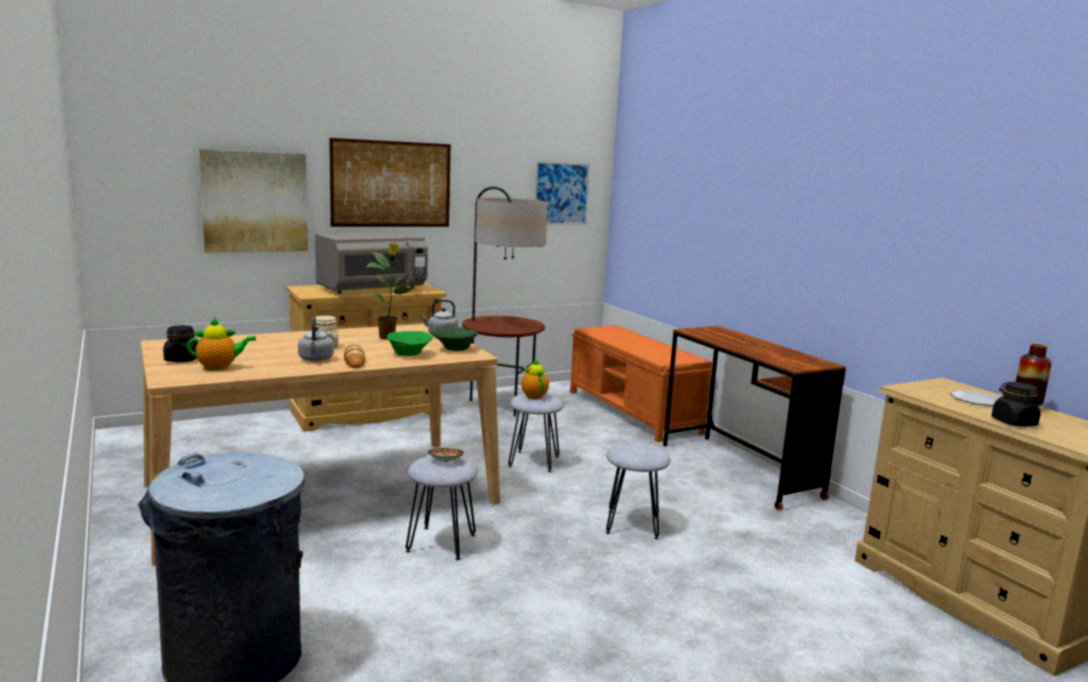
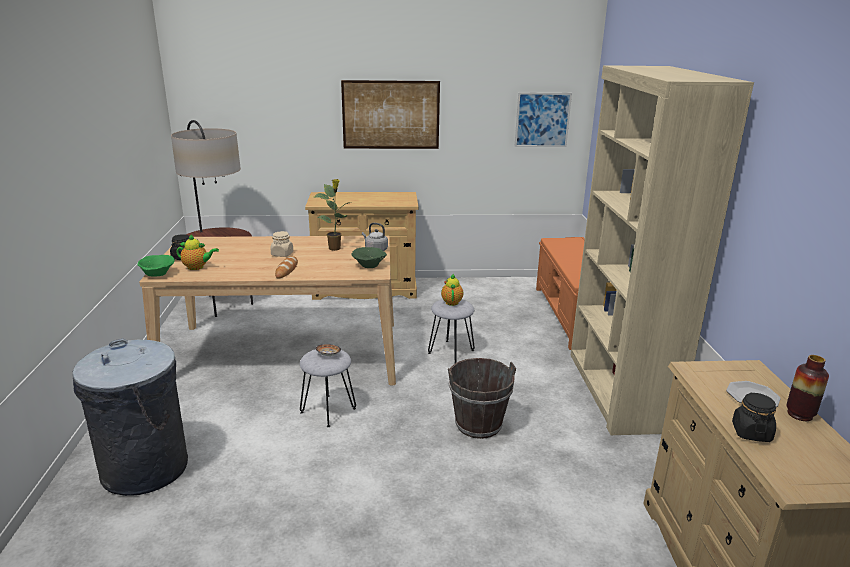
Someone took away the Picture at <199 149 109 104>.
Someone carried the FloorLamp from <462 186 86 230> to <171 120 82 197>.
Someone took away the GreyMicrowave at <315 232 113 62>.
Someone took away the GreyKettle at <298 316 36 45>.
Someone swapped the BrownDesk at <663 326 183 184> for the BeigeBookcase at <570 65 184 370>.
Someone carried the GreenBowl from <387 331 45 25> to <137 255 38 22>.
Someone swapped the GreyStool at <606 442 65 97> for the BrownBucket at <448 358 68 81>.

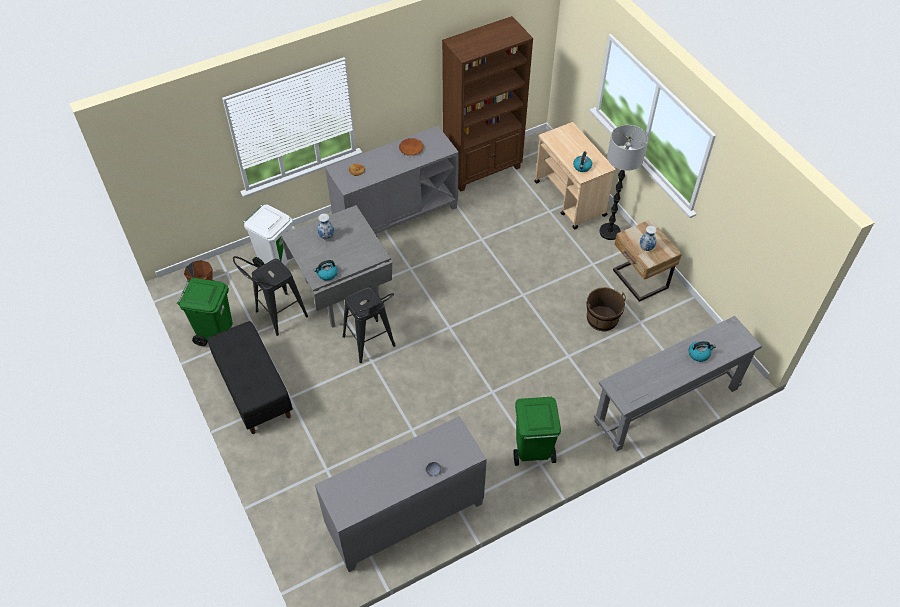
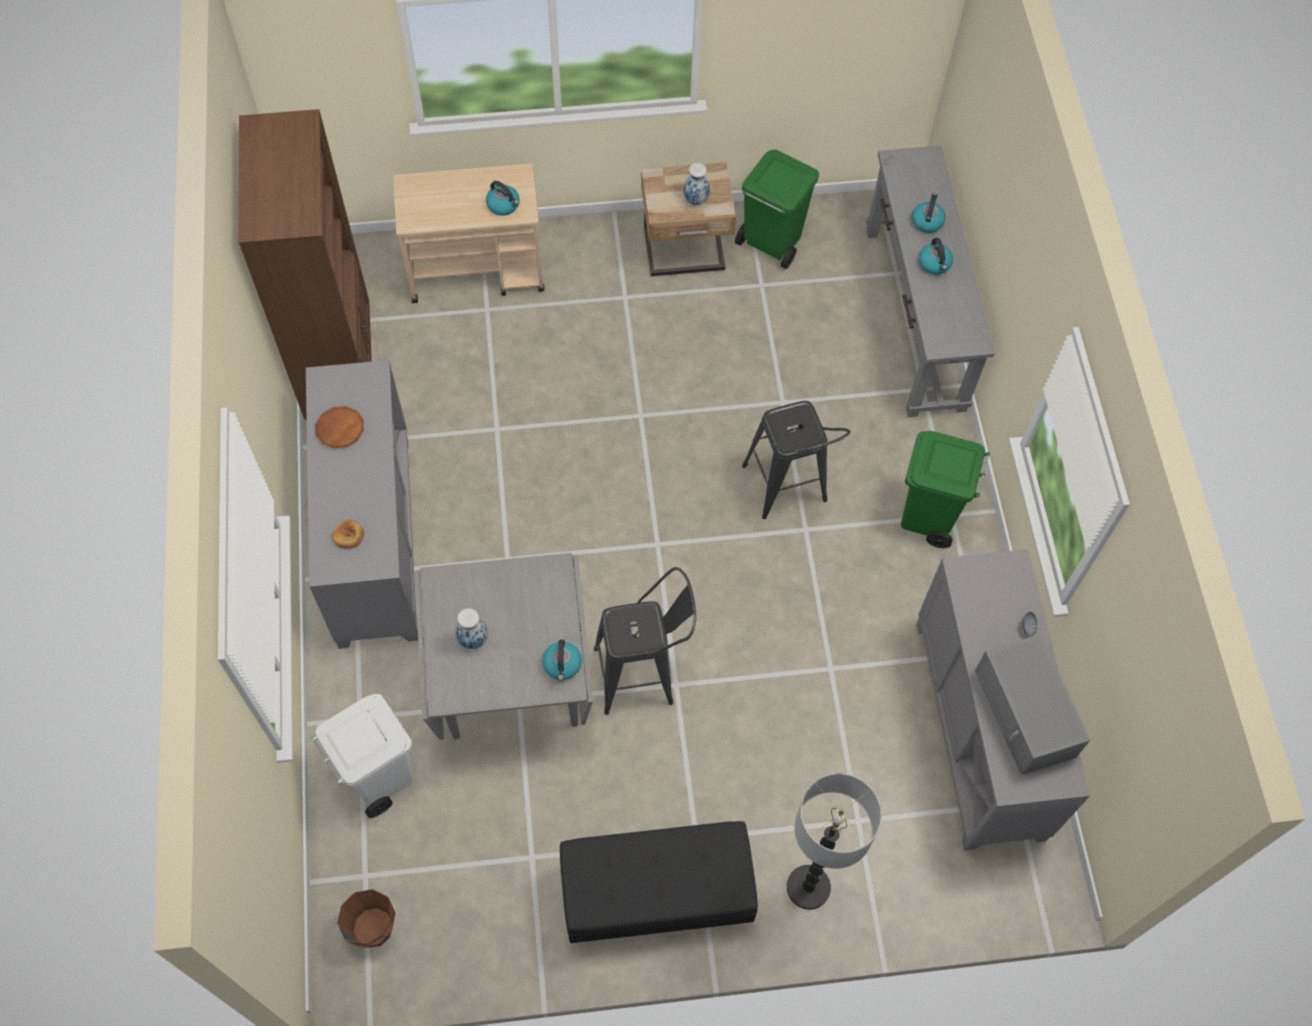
Someone carried the FloorLamp from <599 125 49 115> to <787 773 95 137>.
Someone carried the BlackStool from <233 256 75 80> to <742 401 108 118>.
Someone carried the GreenTrashCan from <177 278 56 68> to <735 150 84 119>.
Someone took away the BrownBucket at <587 287 39 44>.
Someone put down the Kettle at <919 238 34 37>.
Someone put down the GreyMicrowave at <975 634 115 141>.

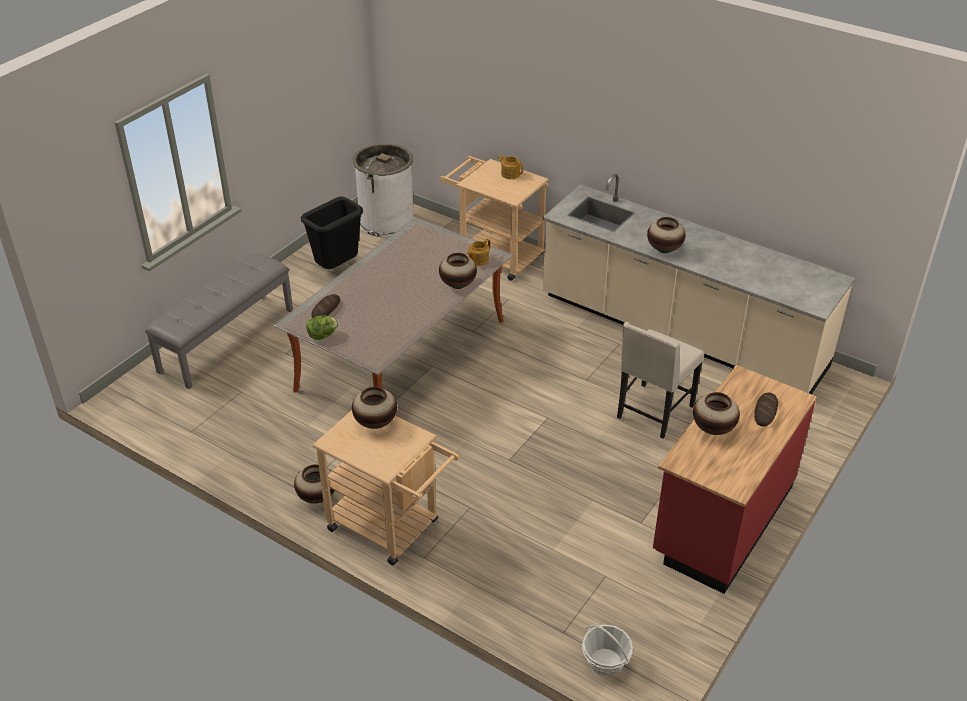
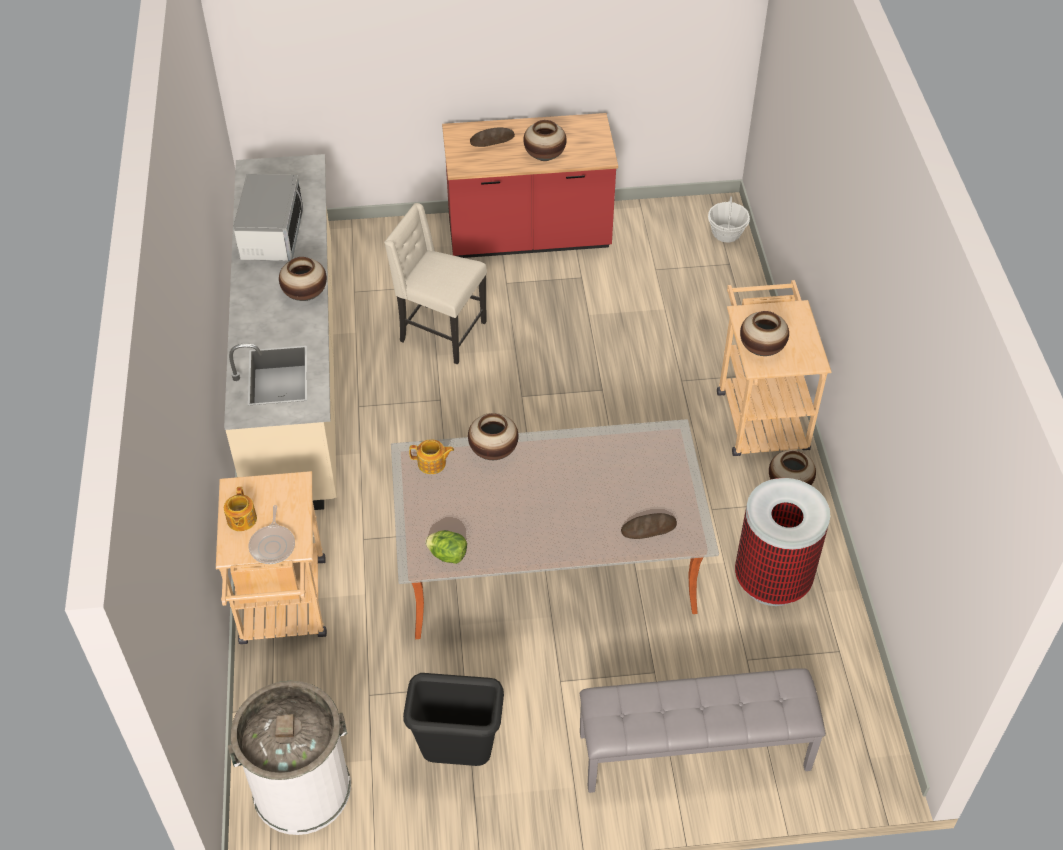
Someone carried the Lettuce from <306 315 32 25> to <425 530 42 34>.
Someone rotated the BeigeChair at <617 322 87 116> by 150 degrees counterclockwise.
Someone put down the Microwave at <233 174 70 87>.
Someone put down the TrashCan at <735 478 95 128>.
Someone put down the FryingPan at <249 505 46 59>.

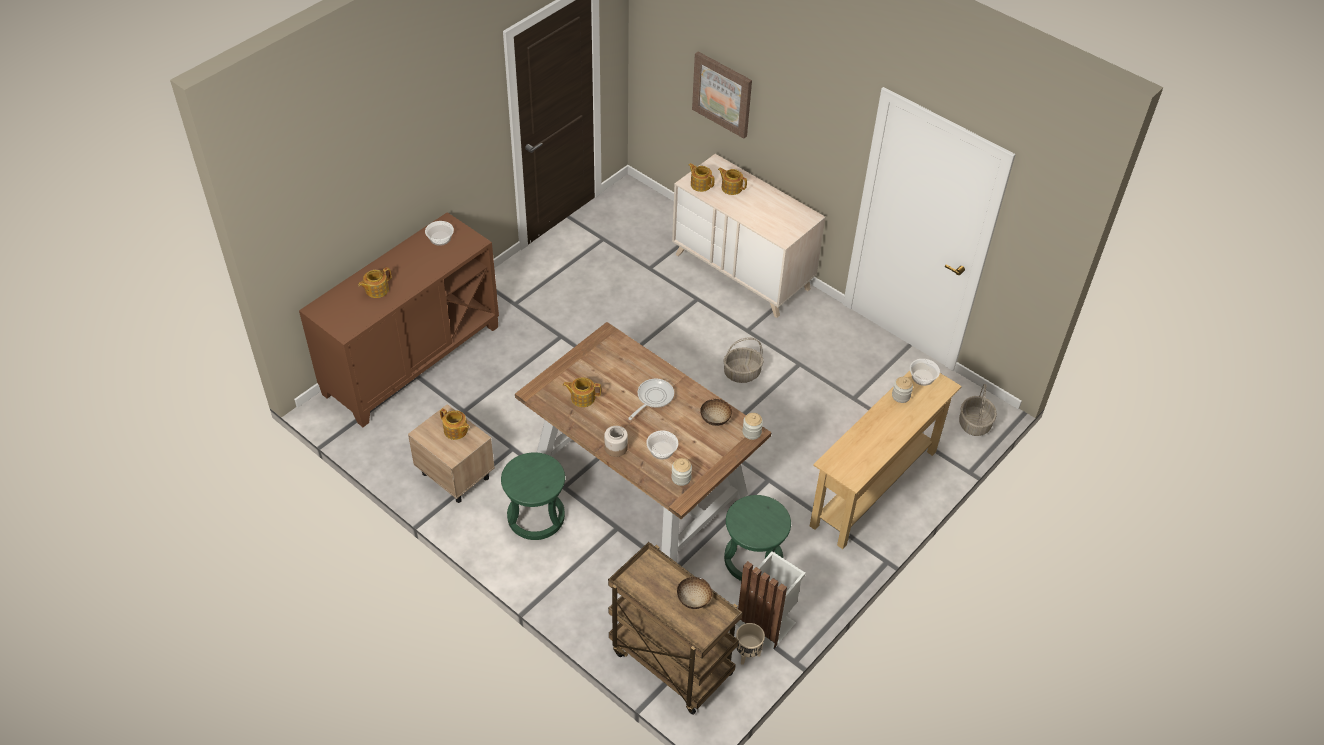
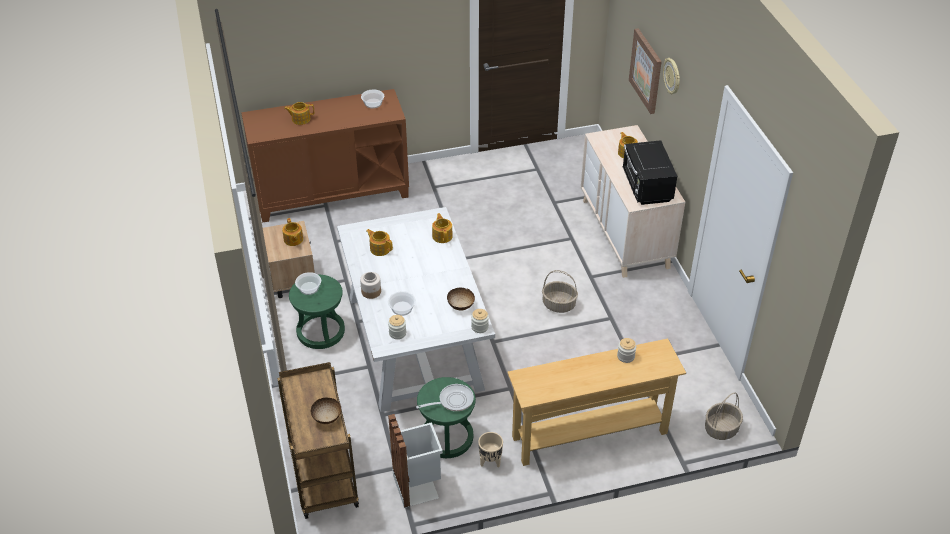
Someone carried the Teapot from <689 163 26 29> to <432 213 21 30>.
Someone repainted the BrownDiningTable at <515 322 257 240>, which became the WhiteDiningTable at <337 207 158 205>.
Someone carried the Bowl from <910 359 30 27> to <295 272 26 23>.
Someone carried the FryingPan from <628 379 46 41> to <416 384 58 27>.
Someone carried the BeigePlanter from <736 623 29 42> to <478 432 25 36>.
Someone put up the WallClock at <663 58 17 36>.
Someone put down the BlackMicrowave at <622 140 55 65>.

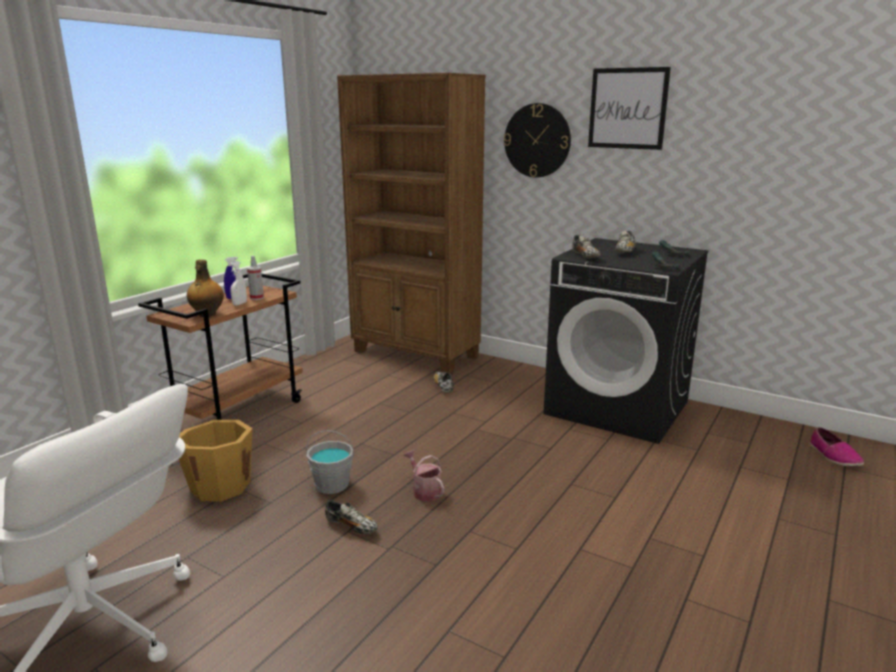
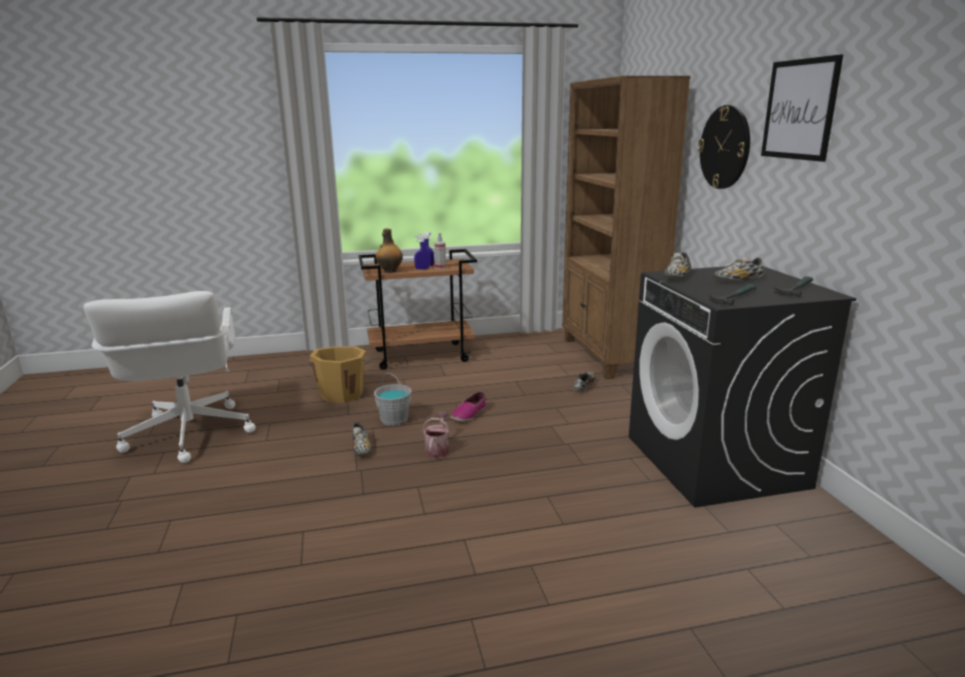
Someone repainted the WhiteSprayBottle at <230 261 17 45>, which became the BlueSprayBottle at <414 235 15 35>.
Someone carried the Shoe from <809 427 55 40> to <450 391 36 31>.

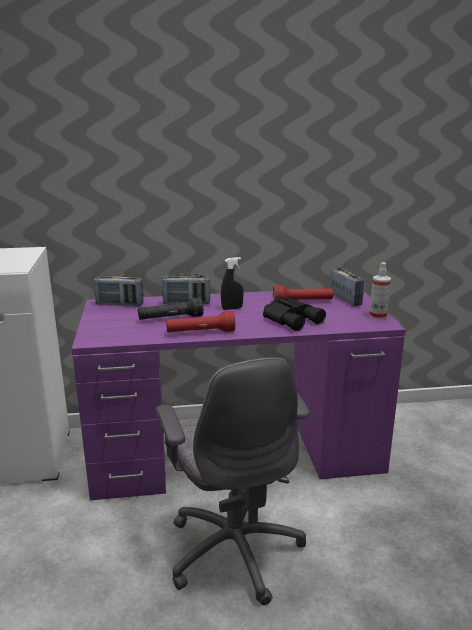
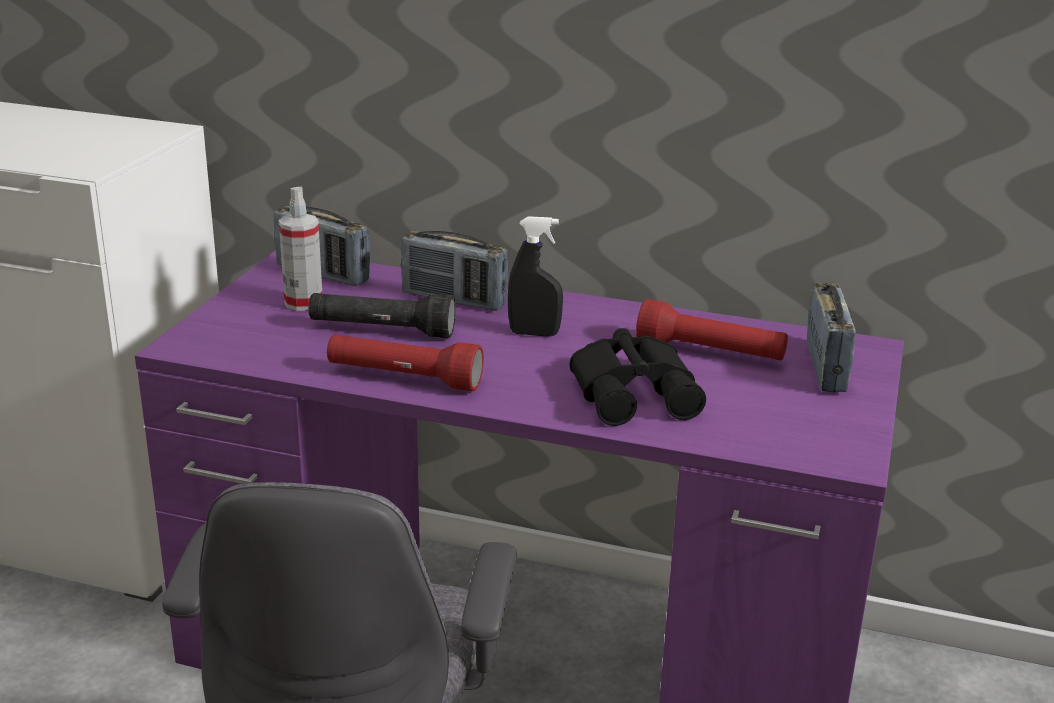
Someone carried the SprayBottle from <369 262 22 58> to <279 187 43 124>.

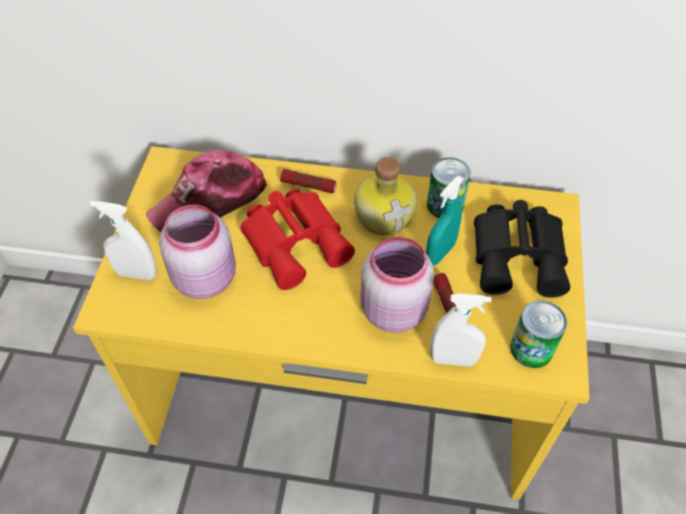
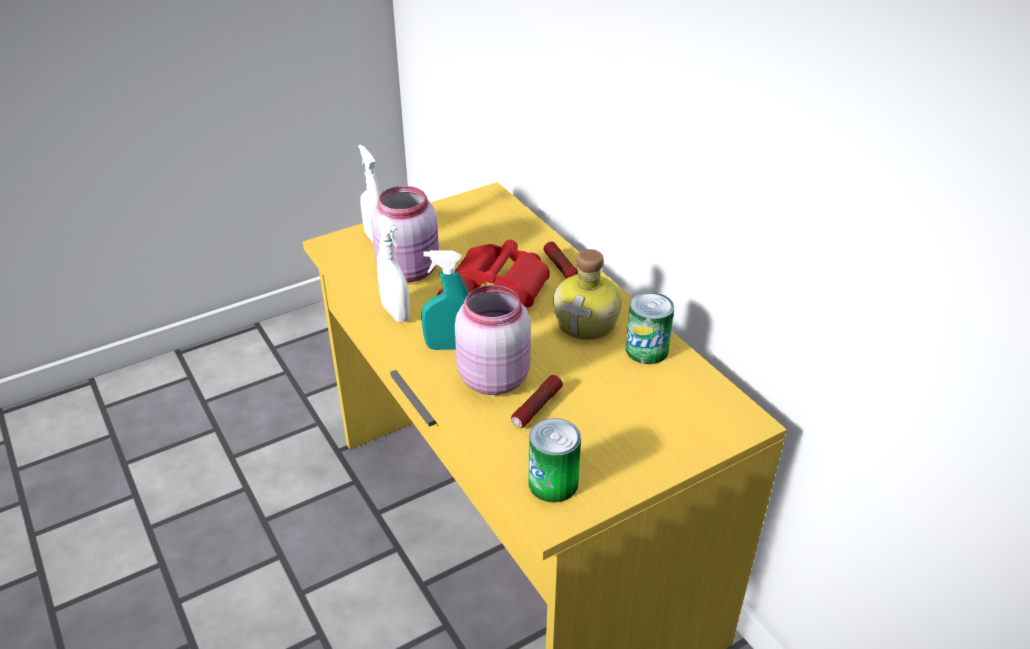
Someone took away the Cap at <146 149 121 83>.
Someone carried the TurquoiseSprayBottle from <426 176 38 89> to <421 250 48 100>.
Someone took away the BlackBinoculars at <474 200 96 98>.
Someone carried the WhiteSprayBottle from <430 293 62 74> to <377 215 33 107>.

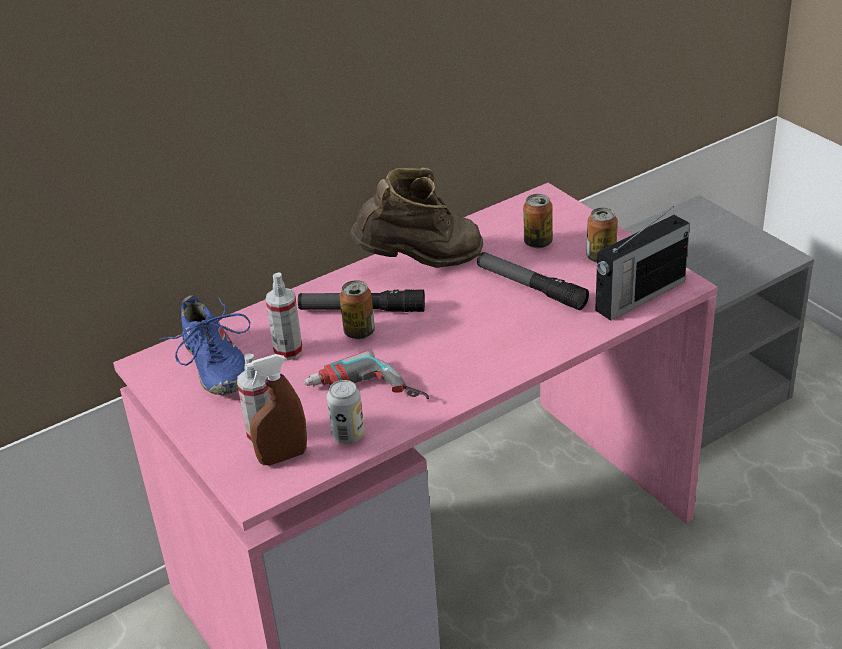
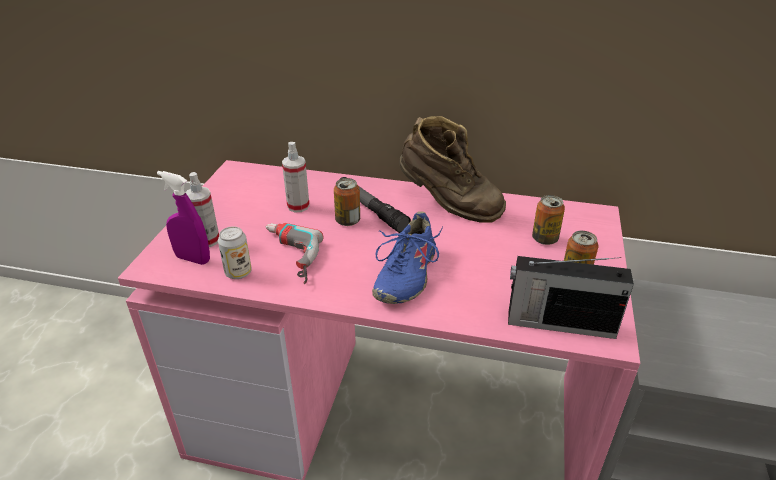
Someone took away the Flashlight at <477 252 112 58>.
Someone carried the BlueShoe from <159 296 91 99> to <372 211 71 93>.
Someone repainted the BrownSprayBottle at <245 354 62 111>, which became the PurpleSprayBottle at <157 171 53 94>.

